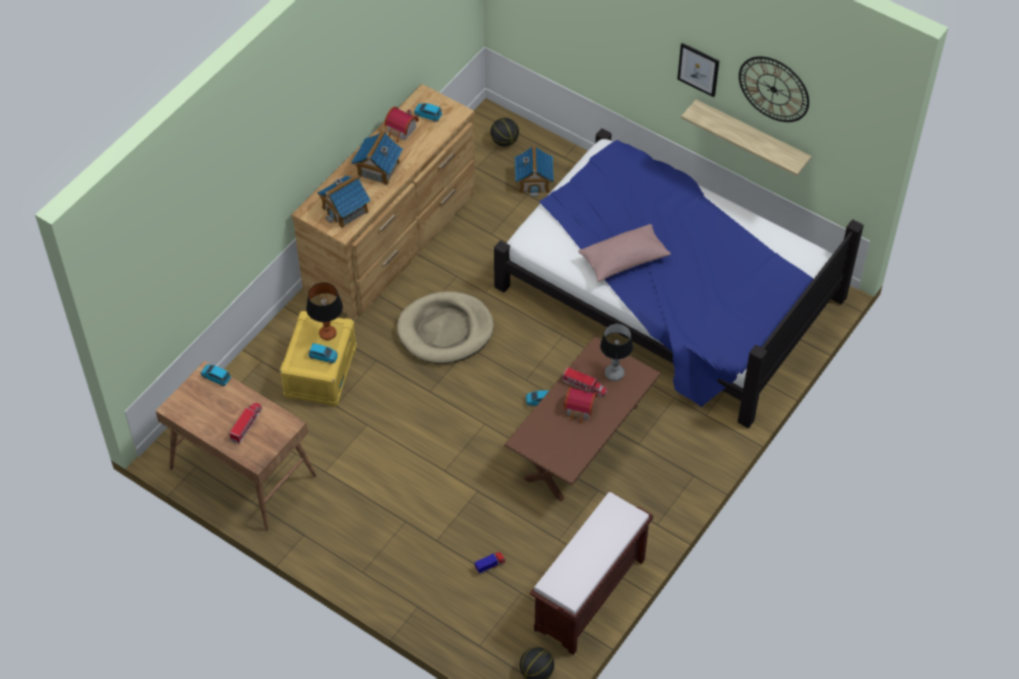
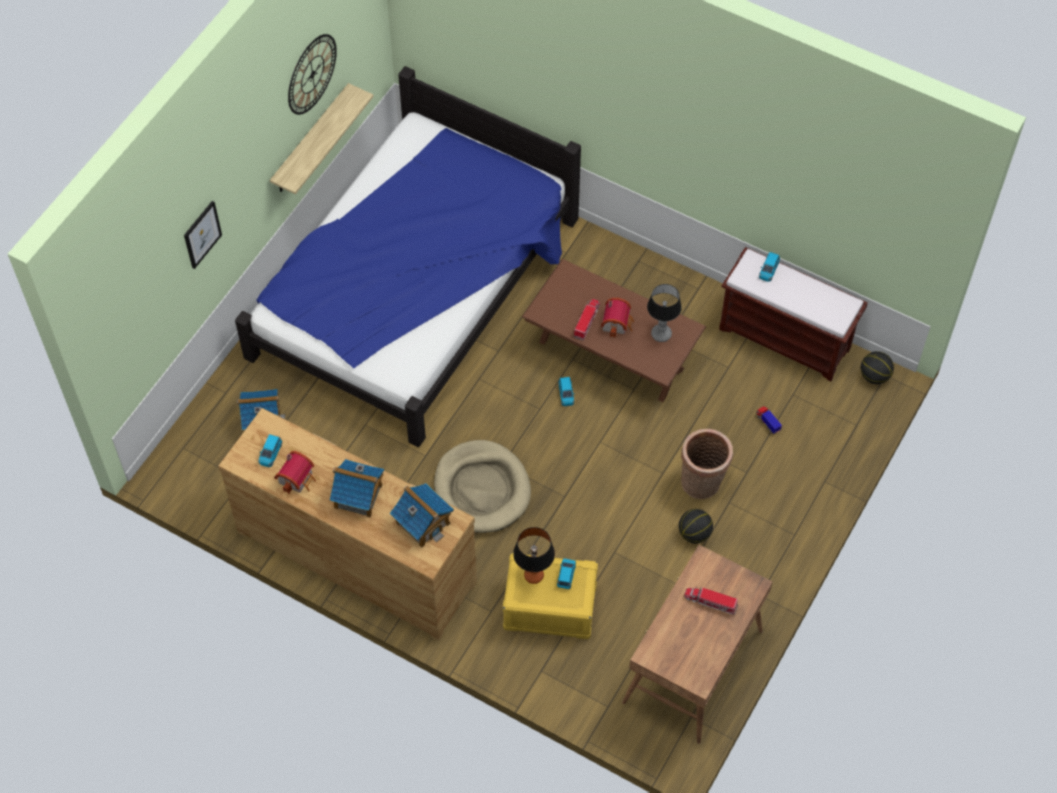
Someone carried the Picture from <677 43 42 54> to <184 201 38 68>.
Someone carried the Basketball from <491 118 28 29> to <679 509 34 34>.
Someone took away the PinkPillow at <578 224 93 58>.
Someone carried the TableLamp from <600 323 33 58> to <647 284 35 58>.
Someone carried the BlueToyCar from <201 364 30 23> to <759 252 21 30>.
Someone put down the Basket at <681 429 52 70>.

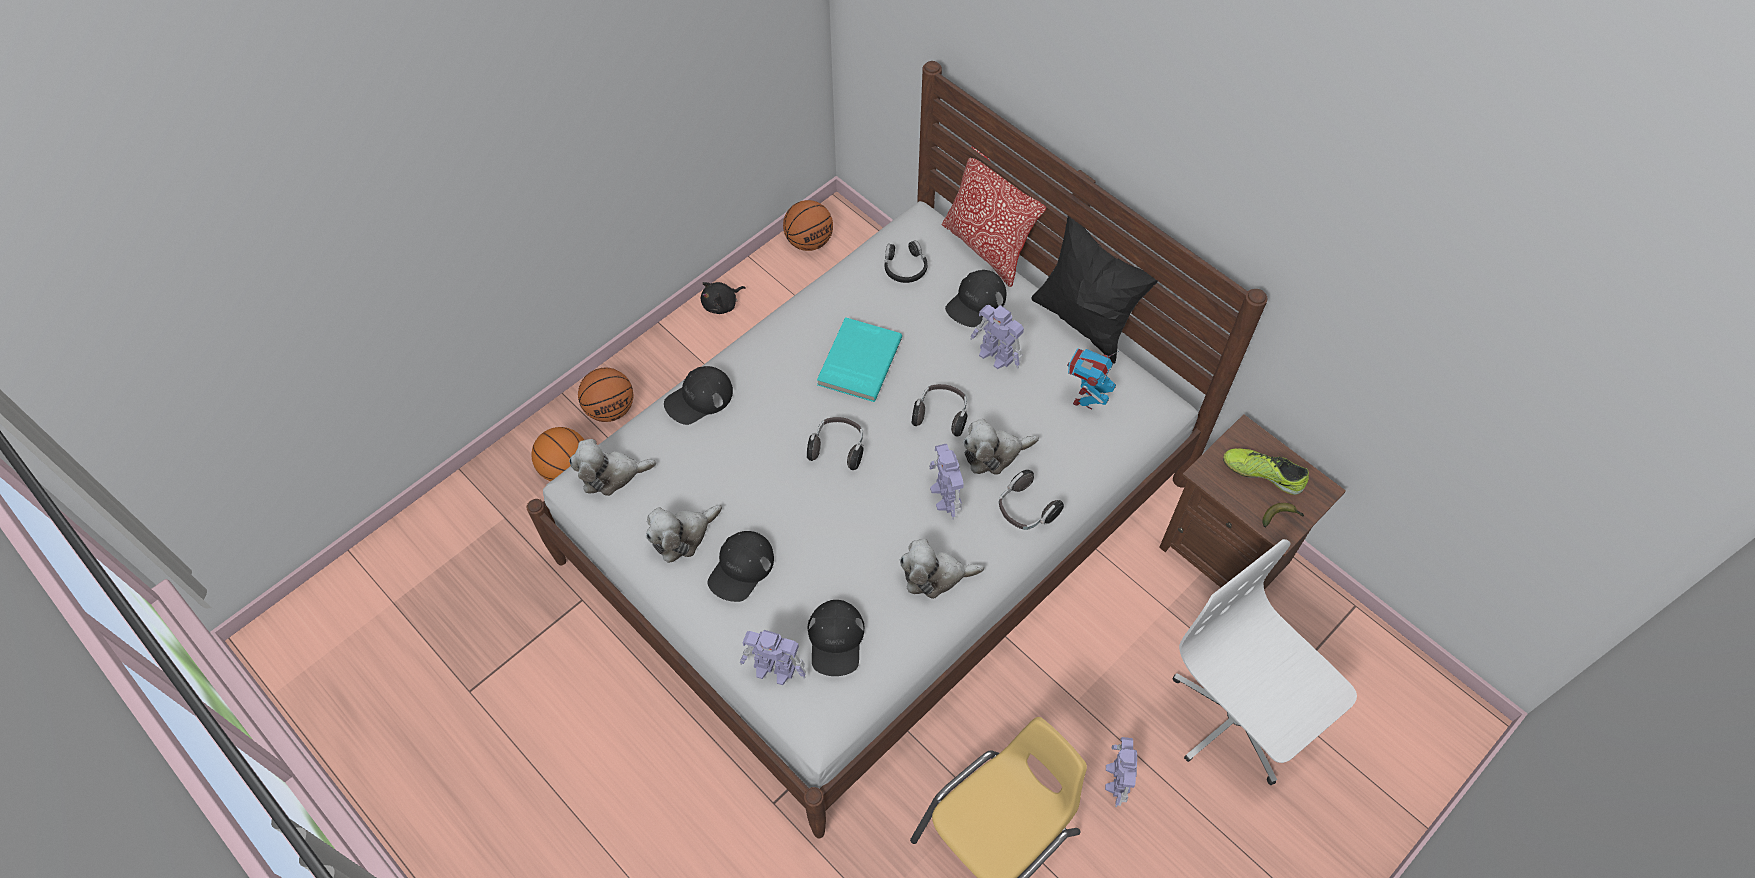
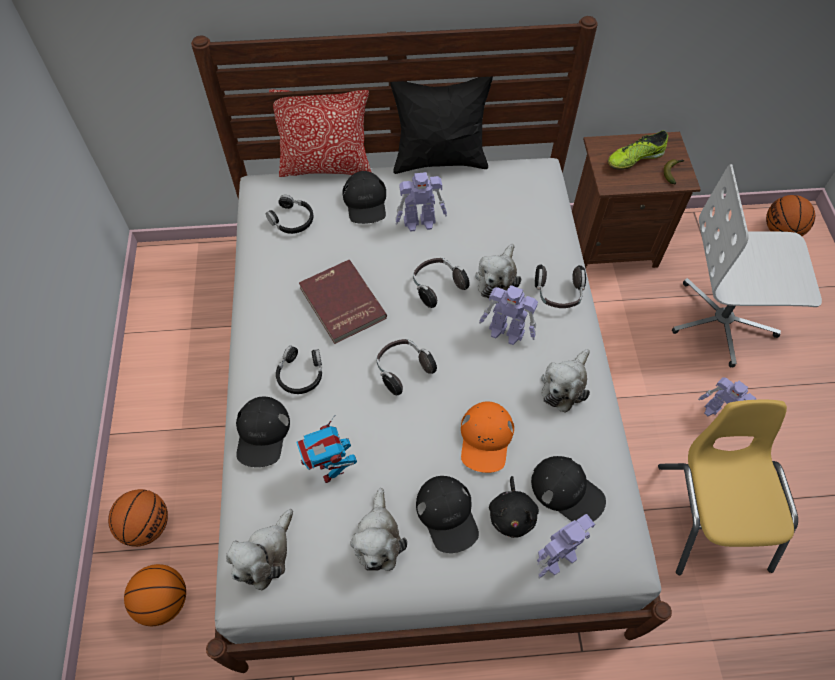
Someone carried the Basketball from <783 200 50 51> to <766 195 49 41>.
Someone carried the BlackPlushToy from <701 282 45 32> to <489 476 50 62>.
Someone repainted the TurquoiseBook at <817 317 85 85>, which became the RedBook at <299 260 88 84>.
Someone carried the ToyRobot from <1067 348 52 62> to <296 415 61 68>.
Someone put down the BlackHeadphones at <276 345 46 49>.
Someone put down the OrangeCap at <461 401 53 72>.

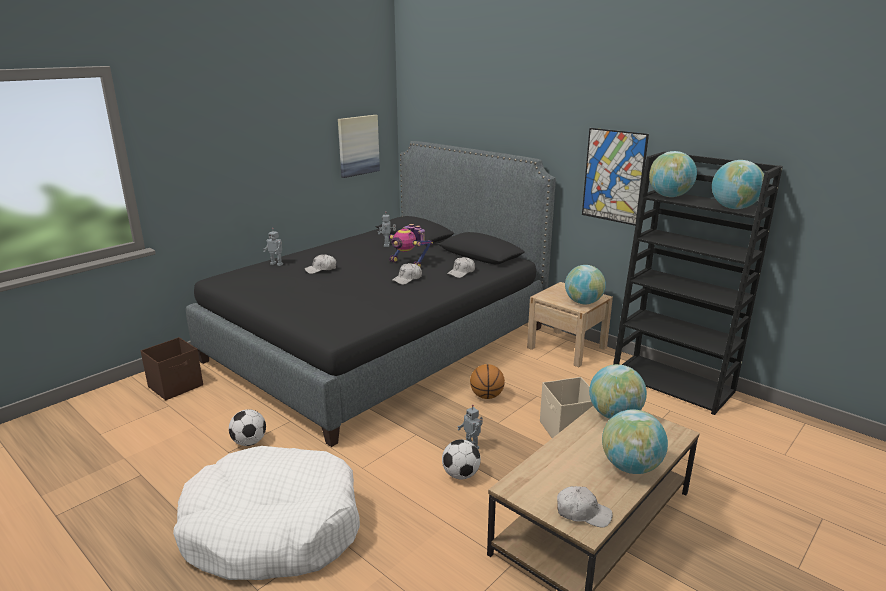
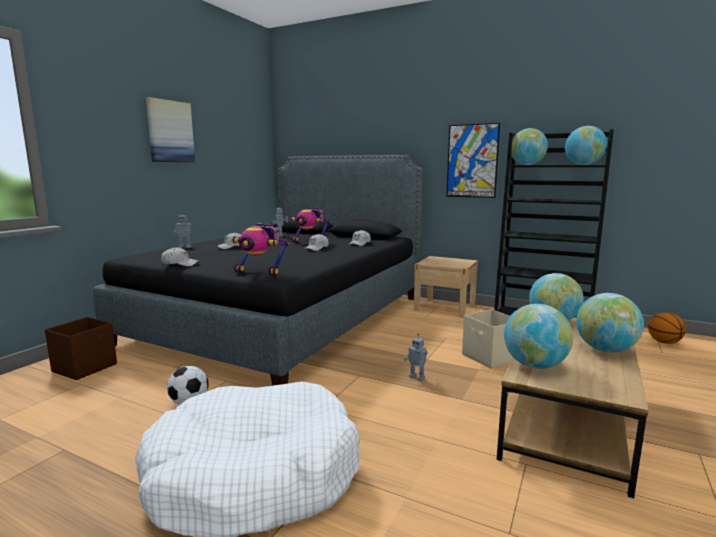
Someone carried the Picture from <338 115 42 63> to <146 97 49 65>.
Someone carried the Globe from <565 265 41 39> to <504 304 69 65>.
Someone carried the Basketball from <470 364 35 35> to <648 312 38 32>.
Someone took away the Football at <442 439 39 40>.
Someone carried the WhiteCap from <557 486 56 42> to <161 247 38 19>.
Someone put down the ToyRobot at <232 223 57 53>.

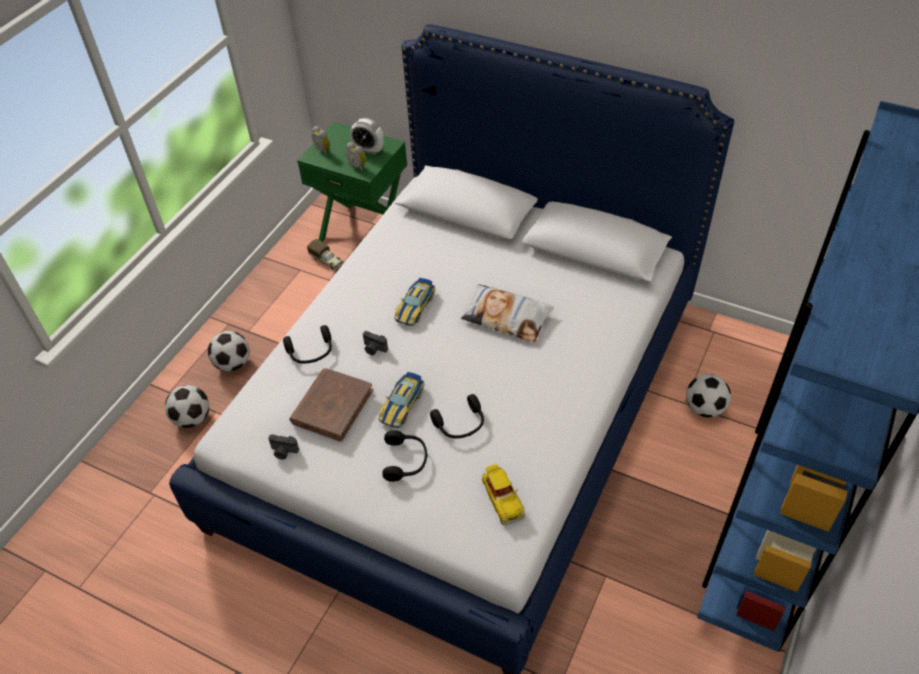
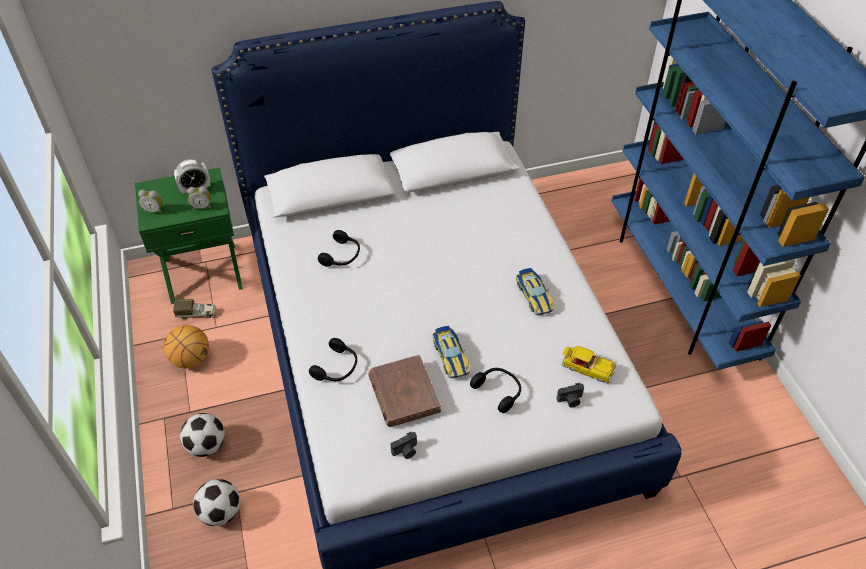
Someone carried the ToyCar from <394 278 41 48> to <516 268 39 47>.
Someone took away the Pillow at <461 284 93 58>.
Someone carried the PhotoCamera from <363 331 25 24> to <556 383 28 24>.
Someone took away the Football at <686 374 45 43>.
Someone carried the BlackHeadphones from <430 394 54 44> to <318 230 42 37>.
Someone put down the Basketball at <164 325 45 44>.

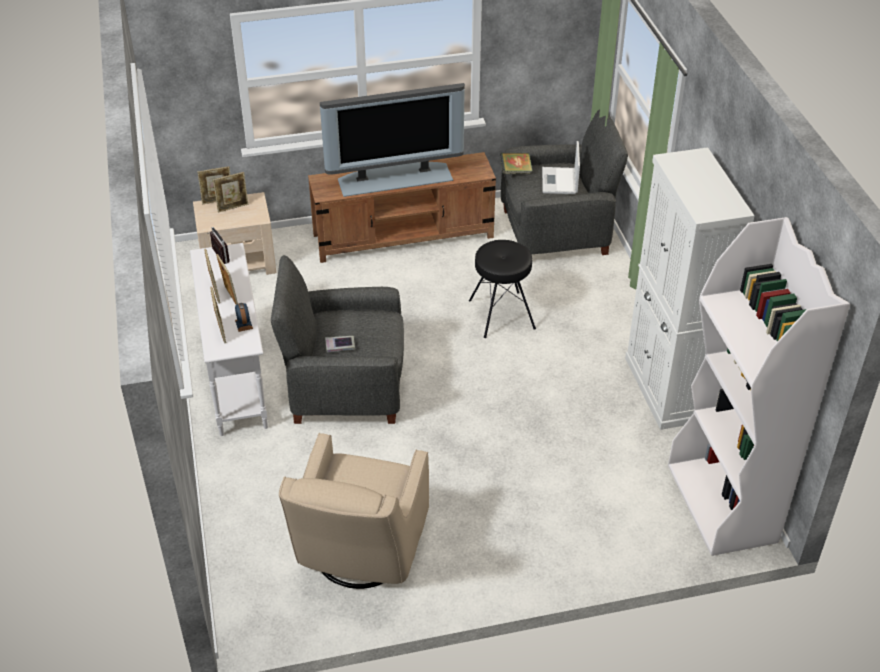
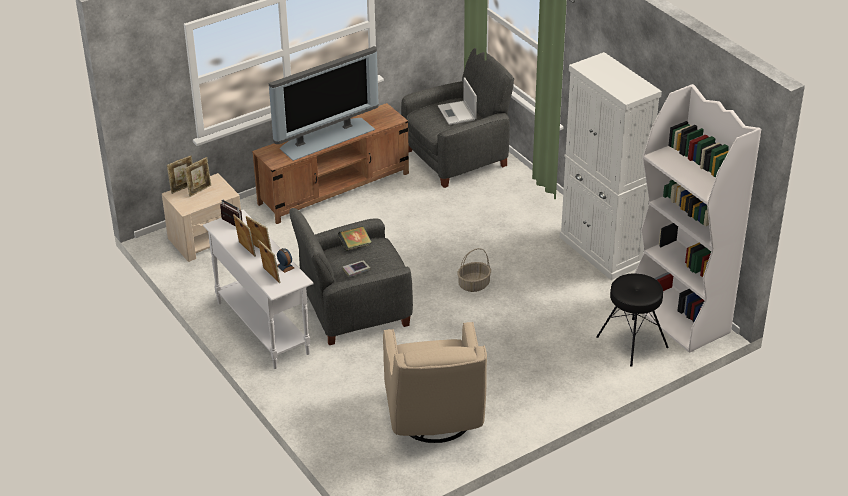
Someone carried the Book from <500 153 33 21> to <338 226 34 25>.
Someone carried the BlackStool from <469 240 67 98> to <596 273 73 94>.
Someone put down the Basket at <458 248 33 44>.

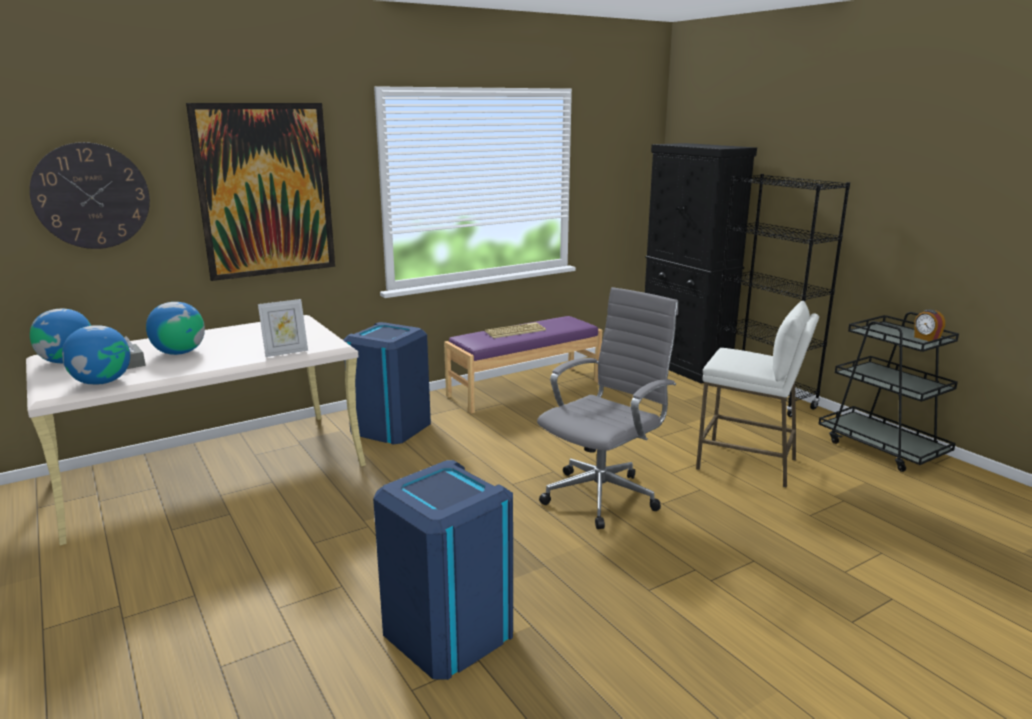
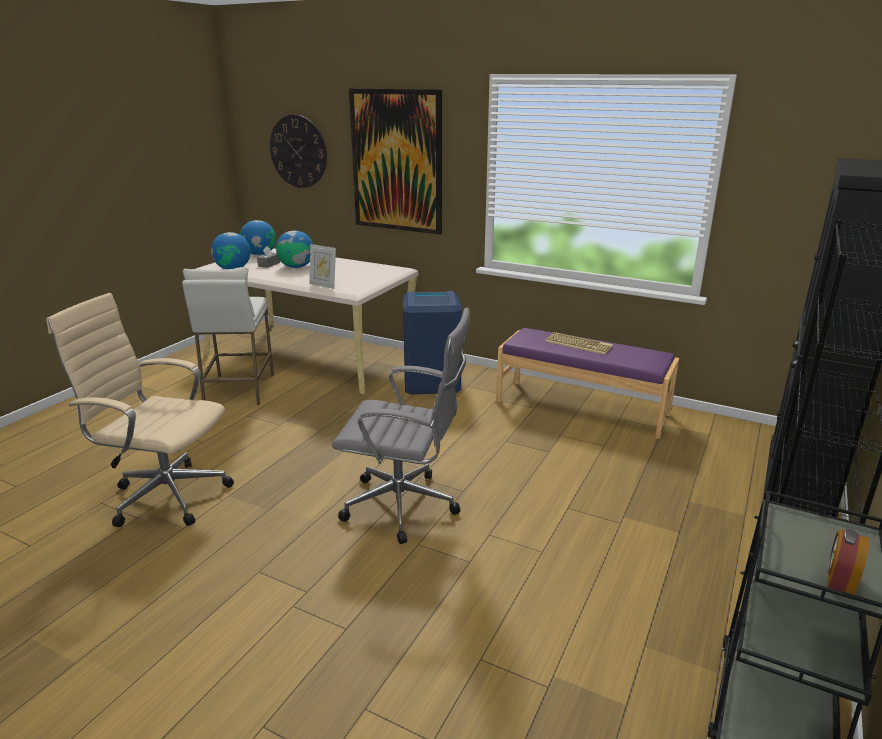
Someone carried the WhiteStool from <696 301 123 187> to <182 267 92 138>.
Someone swapped the BlueTrashCan at <373 460 140 220> for the BeigeOfficeChair at <46 293 188 234>.

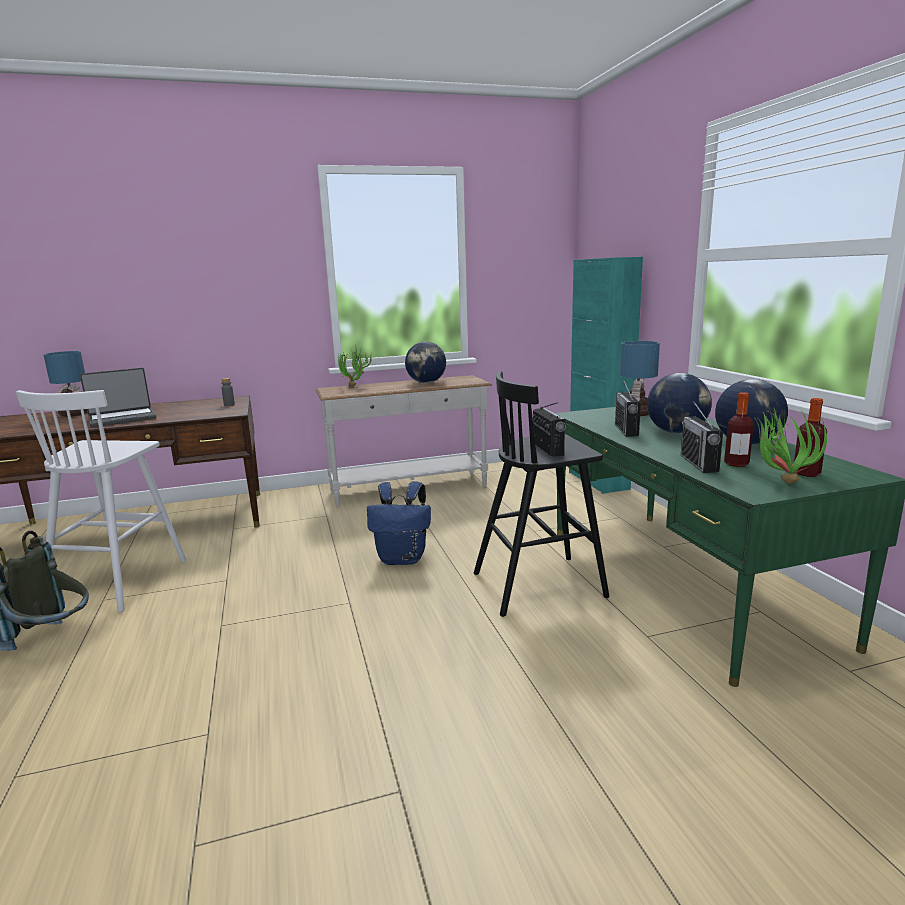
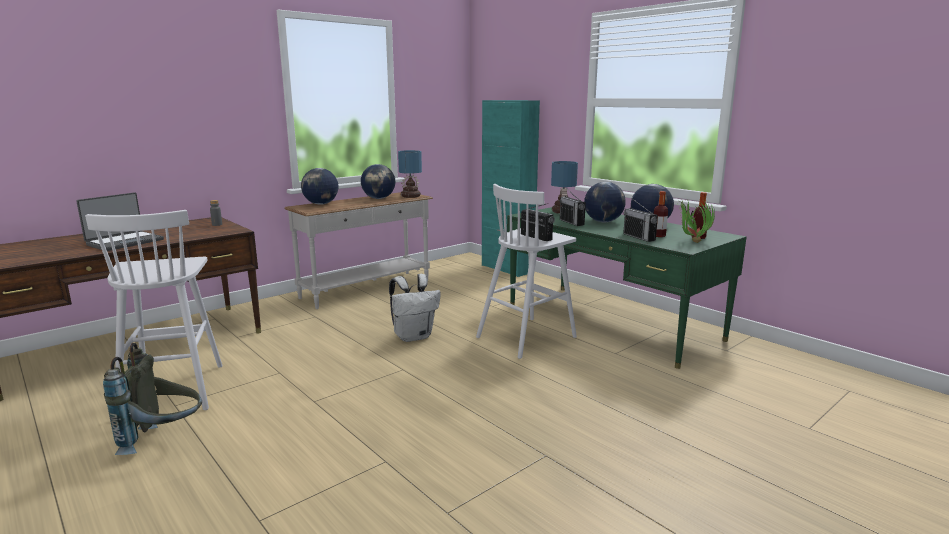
Someone swapped the PottedPlant at <338 349 34 37> for the Globe at <301 168 37 37>.
Someone carried the TableLamp from <43 351 45 66> to <398 150 24 48>.
Someone repainted the BlackStool at <474 371 135 246>, which became the WhiteStool at <476 184 101 175>.
Someone repainted the BlueBackpack at <367 481 64 84>, which became the WhiteBackpack at <389 274 52 68>.

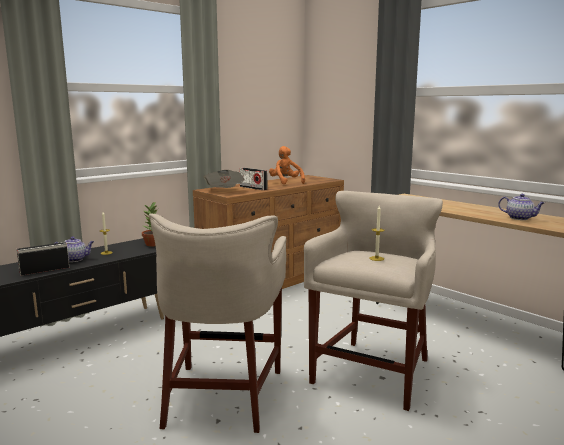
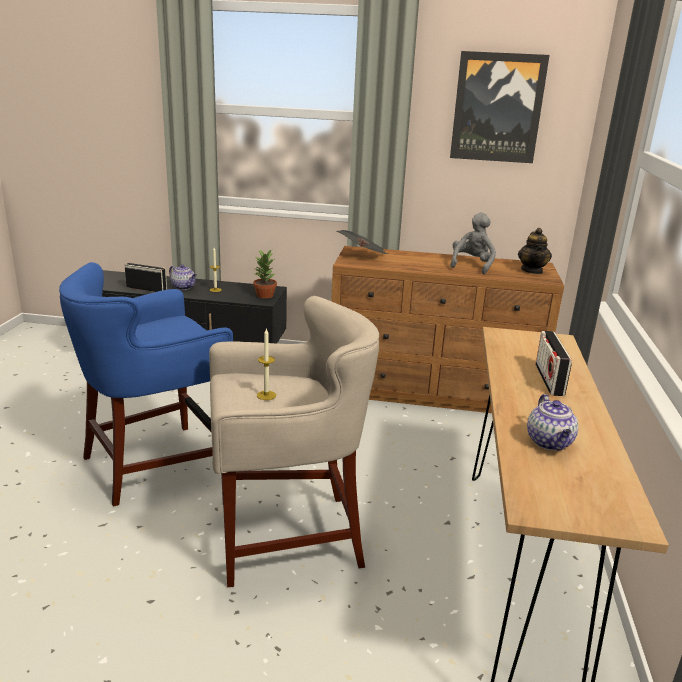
Someone repainted the OrangePlushToy at <269 146 36 38>, which became the GreyPlushToy at <450 212 46 62>.
Someone carried the Radio from <239 168 28 22> to <536 331 36 65>.
Someone repainted the BeigeStool at <149 213 137 220>, which became the BlueStool at <59 262 174 245>.
Someone put up the Picture at <450 51 100 112>.
Someone put down the Teapot at <518 228 34 46>.

